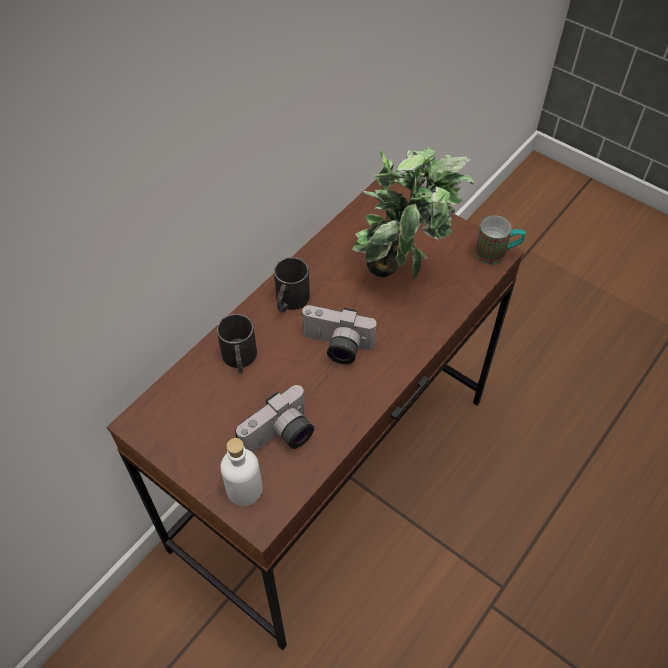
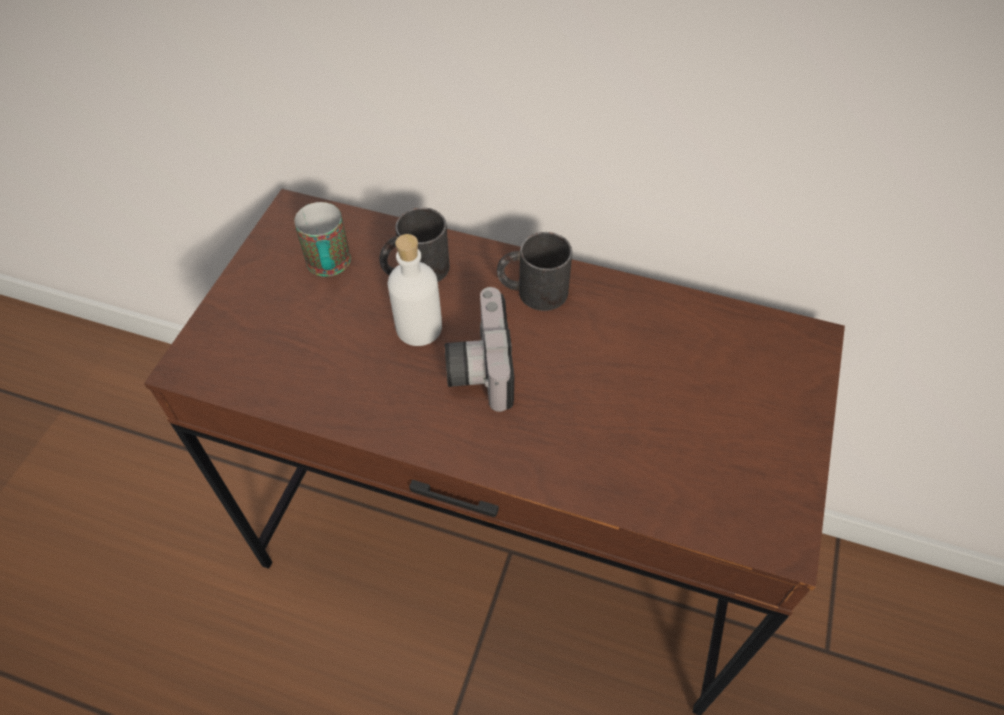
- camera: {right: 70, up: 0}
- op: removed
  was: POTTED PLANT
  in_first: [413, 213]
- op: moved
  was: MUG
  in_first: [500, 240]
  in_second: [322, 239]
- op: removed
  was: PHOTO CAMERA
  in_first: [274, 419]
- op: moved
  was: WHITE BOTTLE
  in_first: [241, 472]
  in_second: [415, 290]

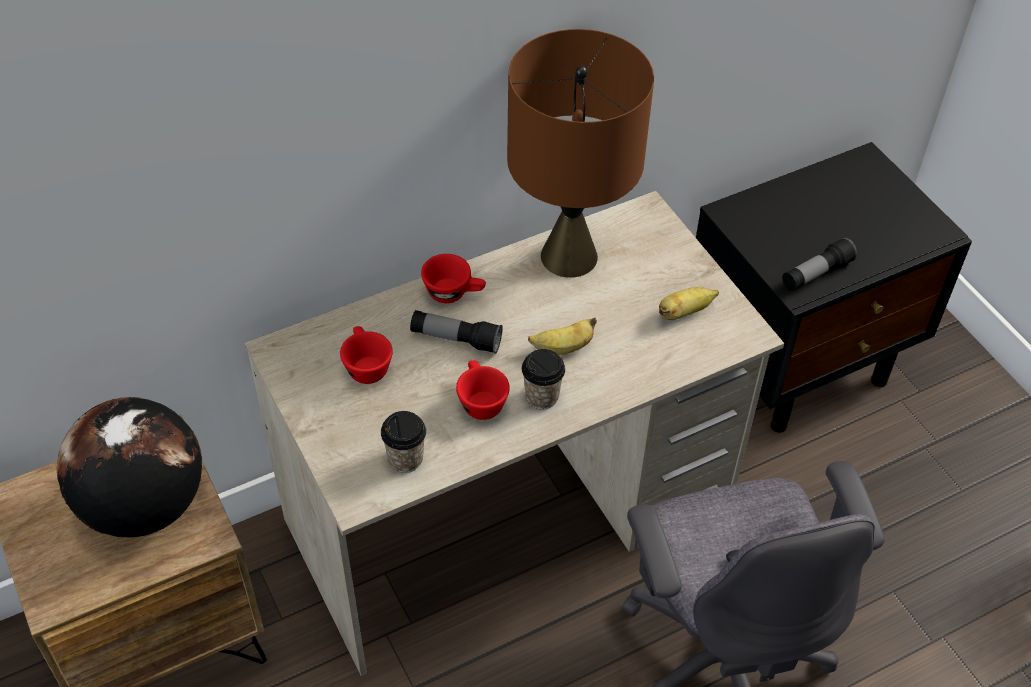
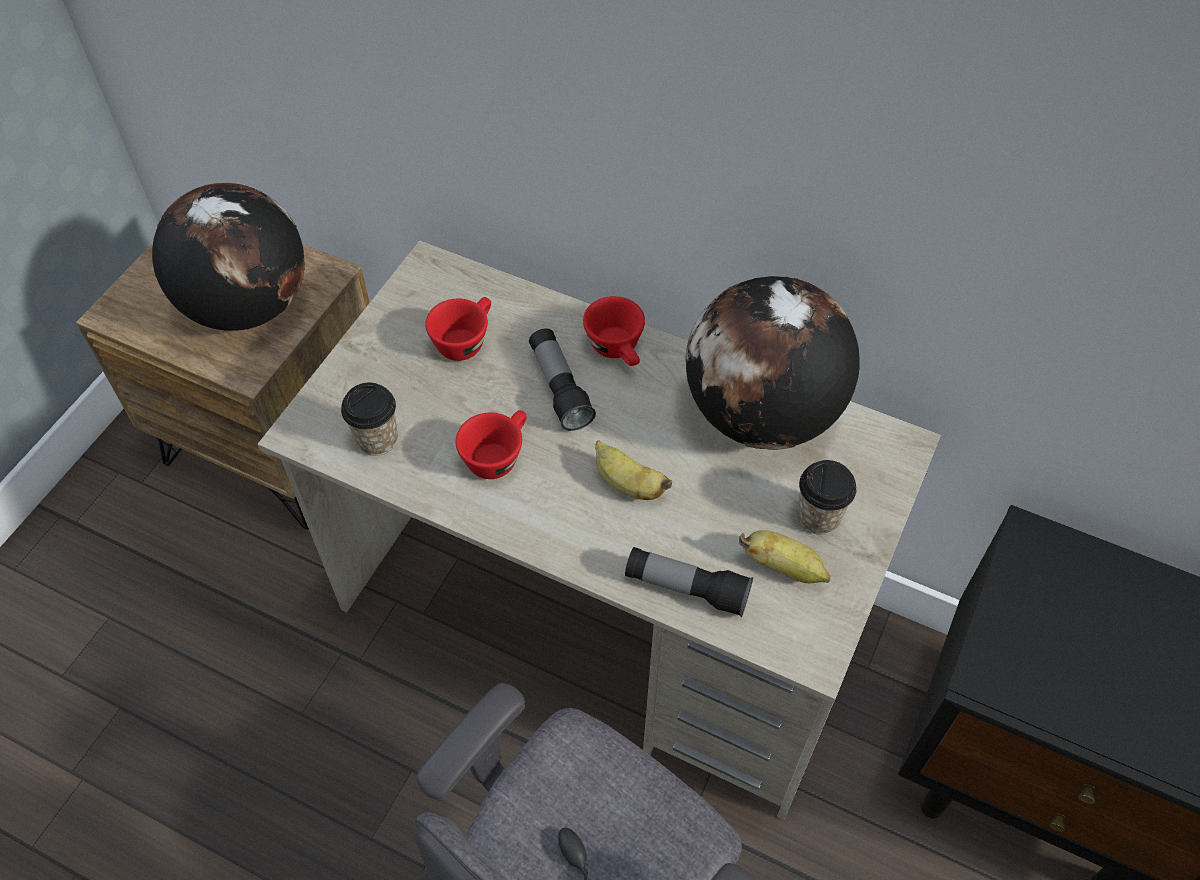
- camera: {right: 55, up: 5}
- op: replaced
  was: BROWN TABLE LAMP
  now: GLOBE
  in_first: [580, 153]
  in_second: [772, 363]
- op: moved
  was: FLASHLIGHT
  in_first: [820, 264]
  in_second: [689, 582]
- op: moved
  was: CUP
  in_first: [543, 379]
  in_second: [827, 497]

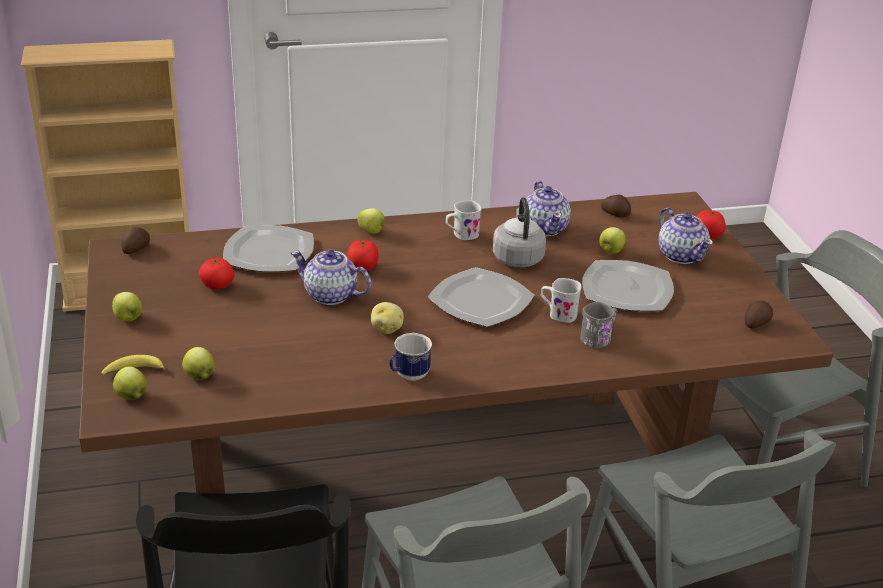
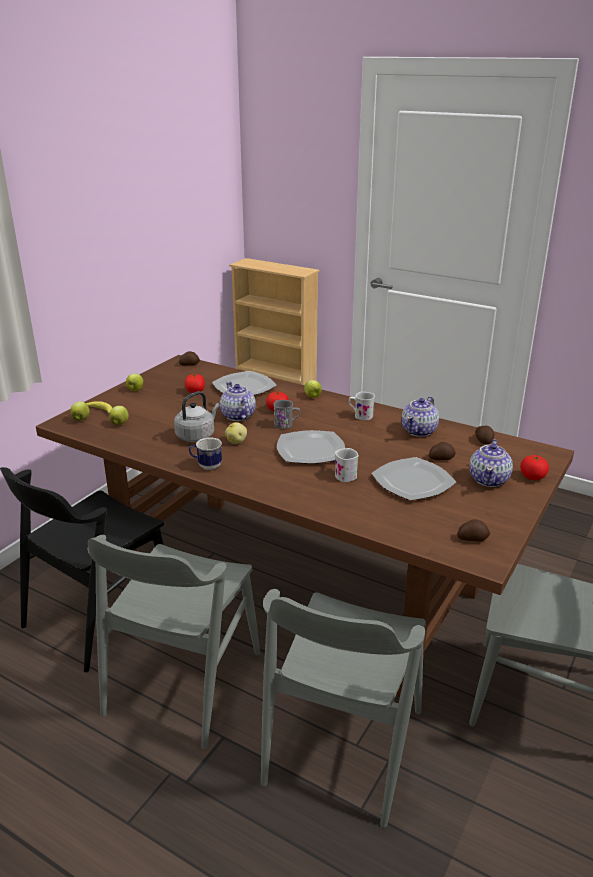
- camera: {right: 45, up: -5}
- op: moved
  was: GREY KETTLE
  in_first: [519, 232]
  in_second: [196, 416]
- op: replaced
  was: APPLE
  now: POTATO
  in_first: [612, 240]
  in_second: [442, 451]
- op: moved
  was: GREY MUG
  in_first: [599, 325]
  in_second: [286, 414]

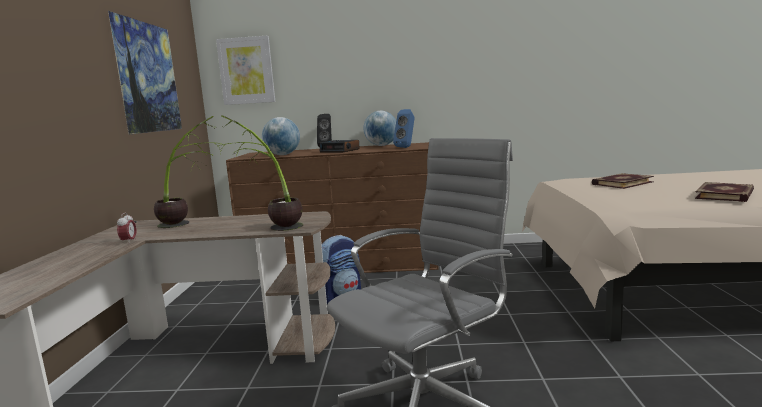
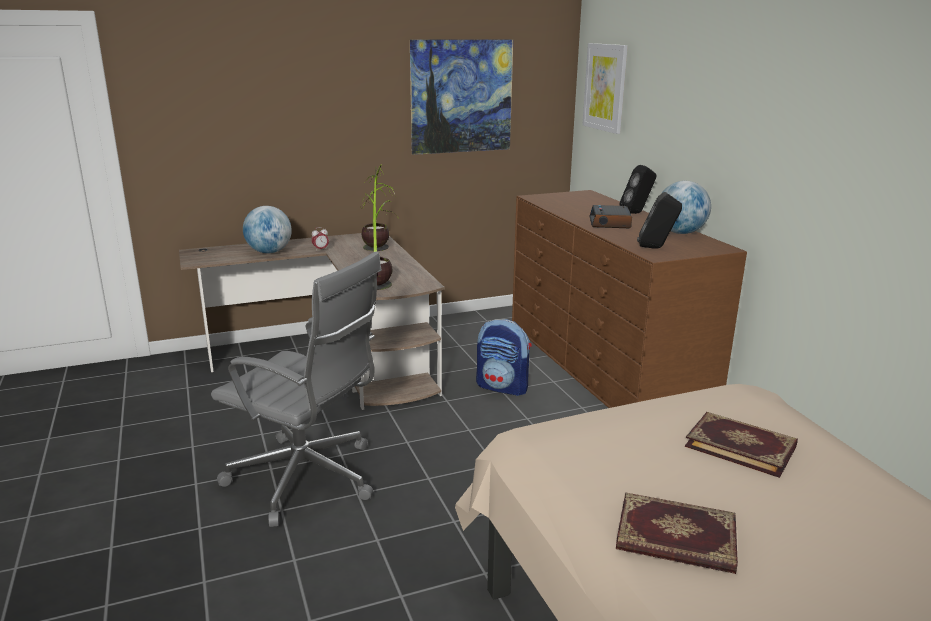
- camera: {right: 65, up: 10}
- op: recoloured
  was: BLUE SPEAKER
  now: BLACK SPEAKER
  in_first: [404, 128]
  in_second: [659, 220]
- op: moved
  was: GLOBE
  in_first: [281, 136]
  in_second: [267, 230]

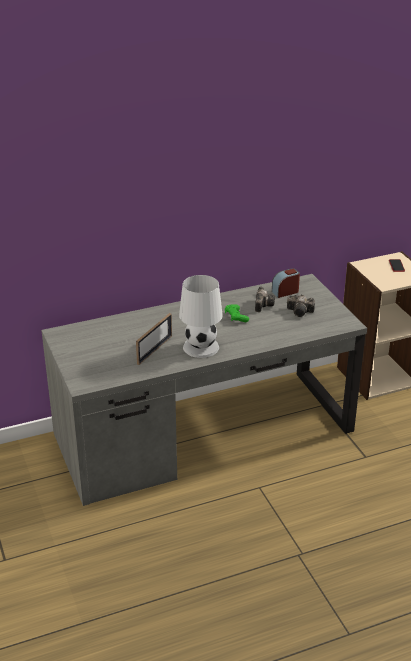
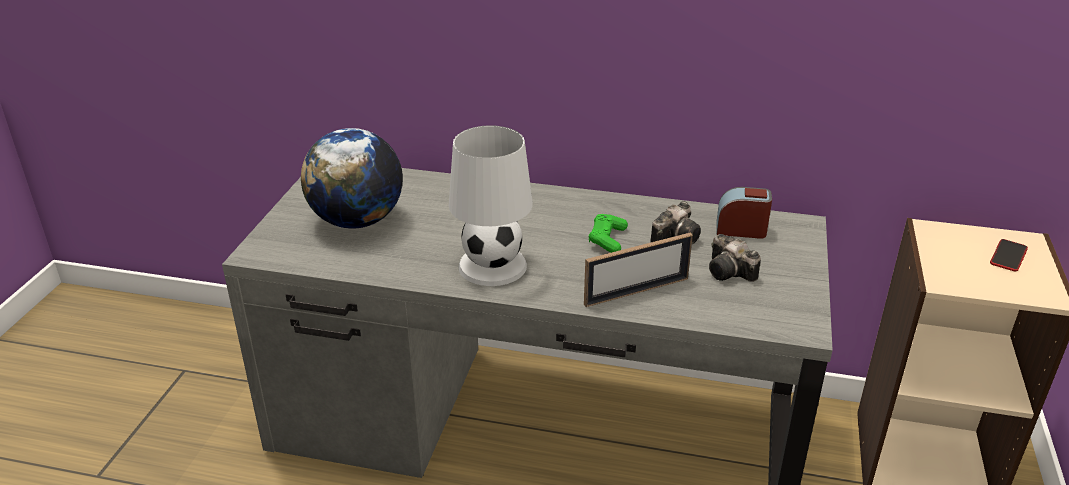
- camera: {right: 35, up: 0}
- op: moved
  was: PICTURE FRAME
  in_first: [154, 339]
  in_second: [638, 270]
- op: added
  now: GLOBE
  in_second: [352, 178]

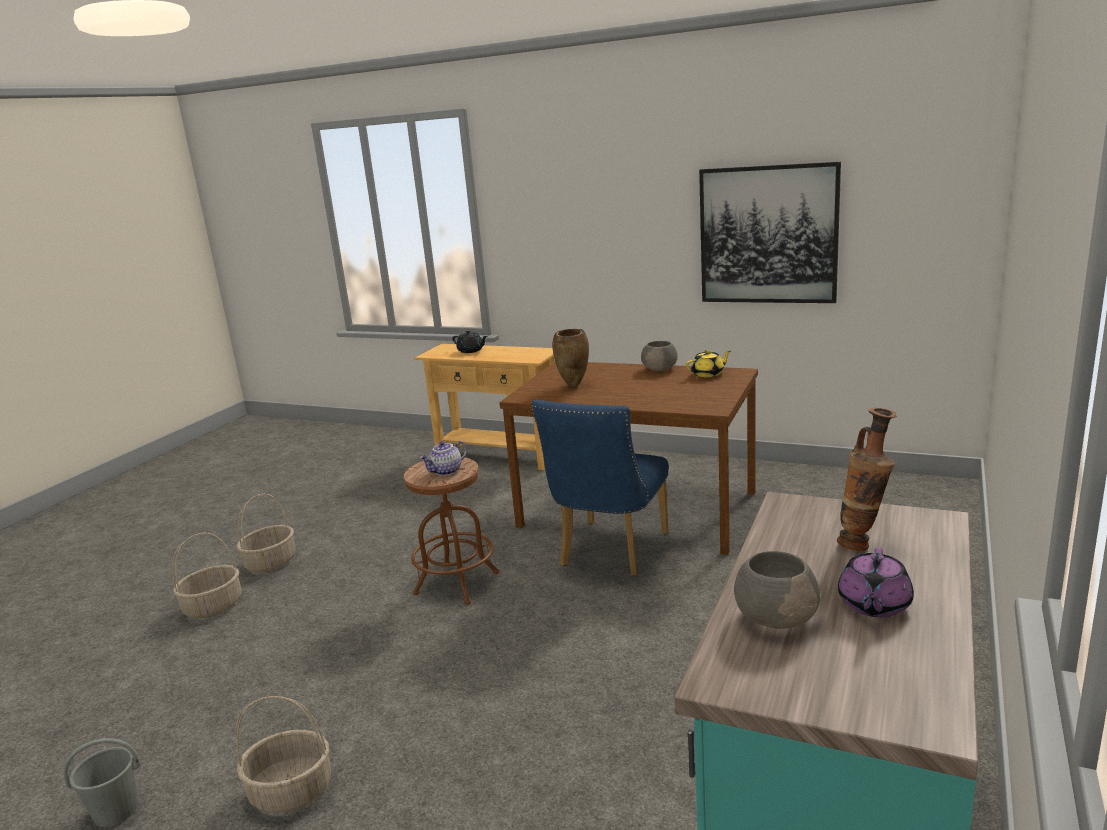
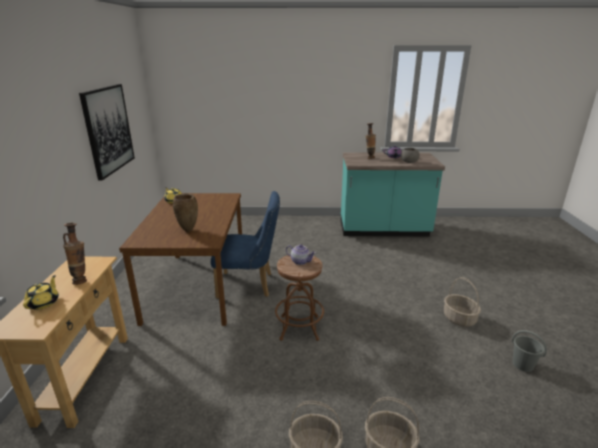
- camera: {right: -115, up: 5}
- op: recoloured
  was: BLACK TEAPOT
  now: YELLOW TEAPOT
  in_first: [469, 341]
  in_second: [41, 292]
- op: removed
  was: GREY BOWL
  in_first: [659, 356]
- op: added
  now: VASE
  in_second: [75, 253]

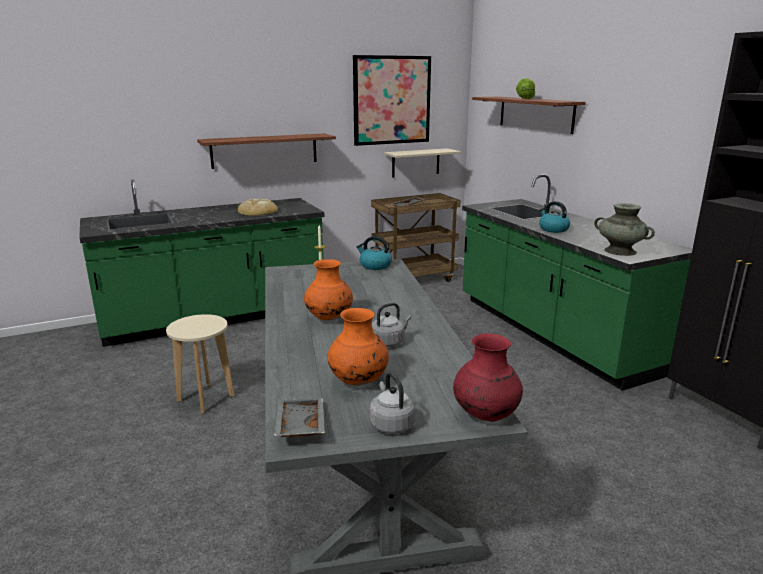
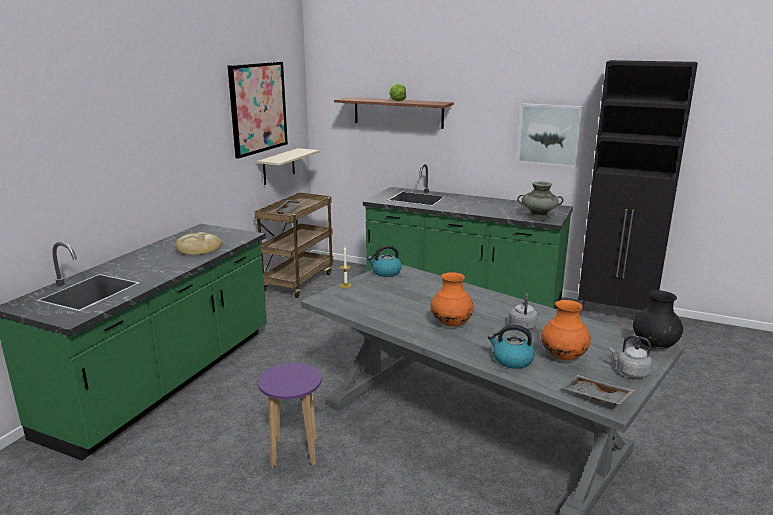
- camera: {right: -40, up: 0}
- op: removed
  was: SHELF
  in_first: [266, 151]
- op: moved
  was: KETTLE
  in_first: [554, 217]
  in_second: [511, 347]
- op: recoloured
  was: BEIGE STOOL
  now: PURPLE STOOL
  in_first: [200, 363]
  in_second: [290, 415]
- op: recoloured
  was: RED VASE
  now: BLACK VASE
  in_first: [488, 377]
  in_second: [658, 319]
- op: added
  now: PICTURE
  in_second: [550, 135]

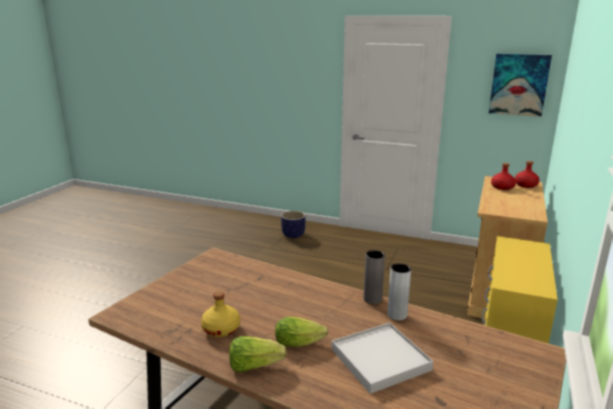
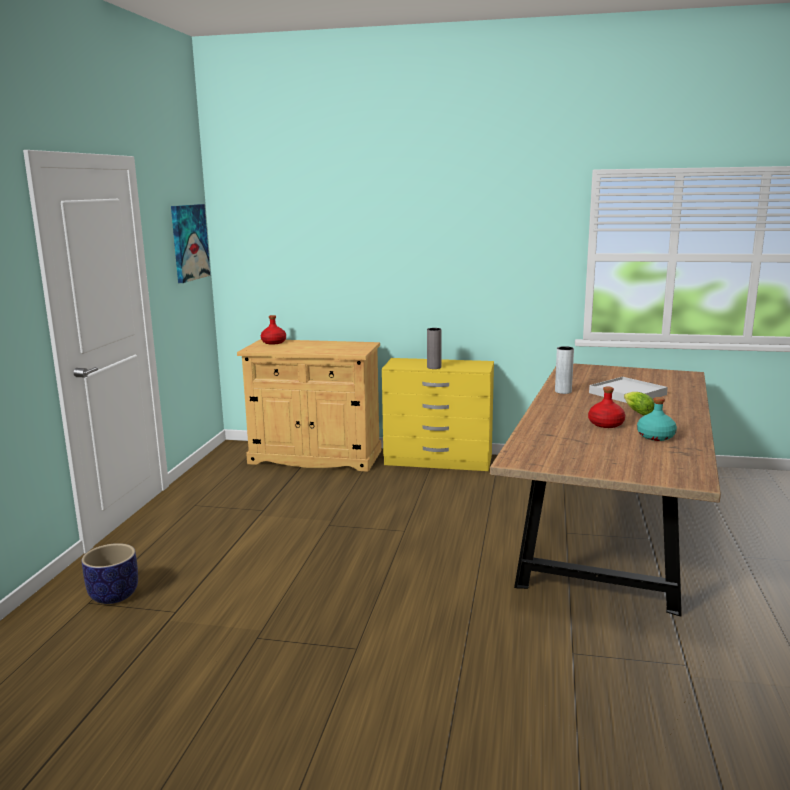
- camera: {right: -100, up: -5}
- op: moved
  was: RED BOTTLE
  in_first: [503, 176]
  in_second: [606, 407]
- op: moved
  was: GREY VASE
  in_first: [374, 277]
  in_second: [434, 348]
- op: recoloured
  was: YELLOW BOTTLE
  now: TURQUOISE BOTTLE
  in_first: [220, 314]
  in_second: [657, 419]
- op: removed
  was: LETTUCE
  in_first: [258, 354]

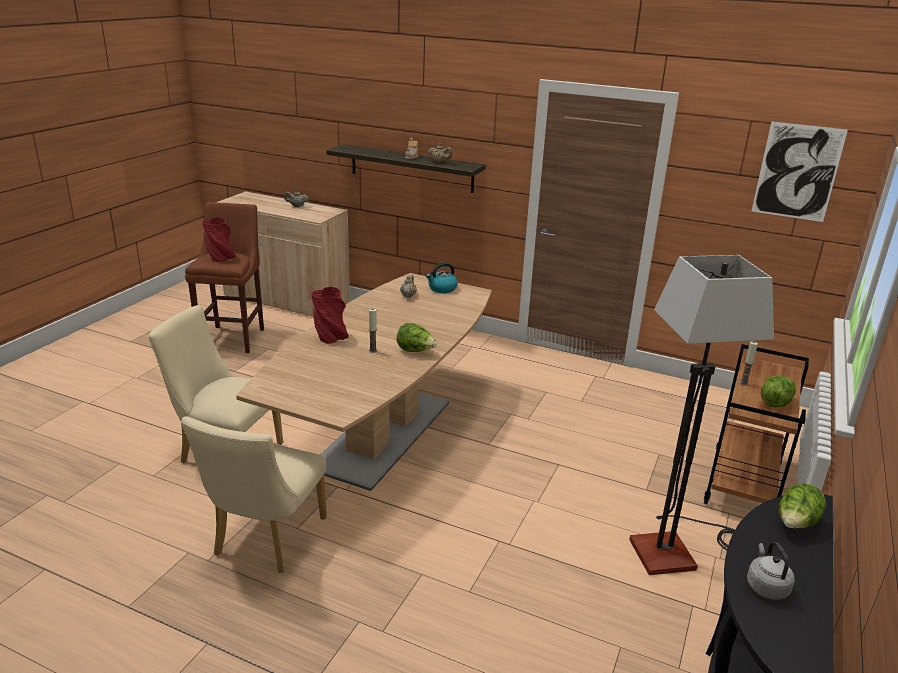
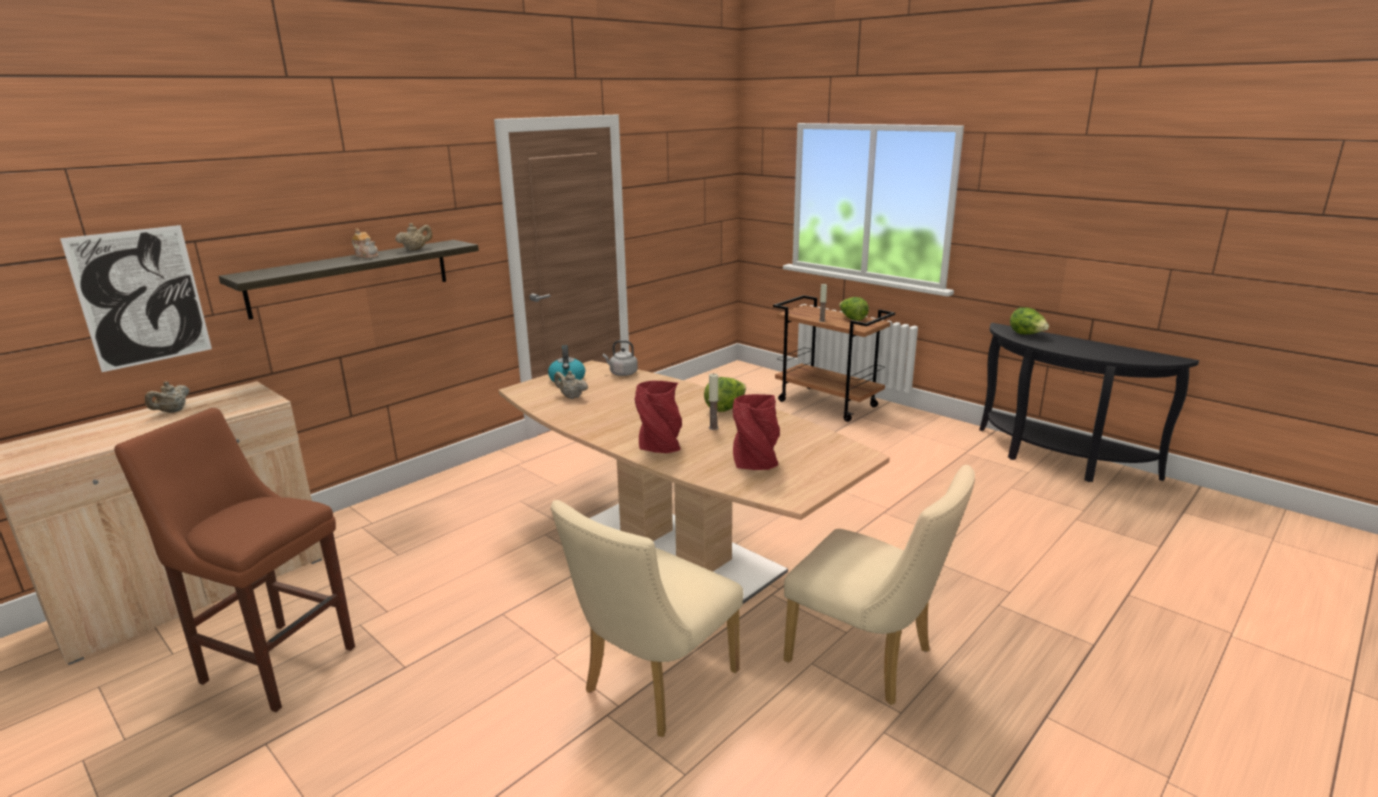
- camera: {right: -70, up: -5}
- op: moved
  was: PICTURE
  in_first: [800, 171]
  in_second: [136, 298]
- op: moved
  was: RED VASE
  in_first: [218, 239]
  in_second: [756, 432]
- op: removed
  was: FLOOR LAMP
  in_first: [701, 415]
- op: moved
  was: GREY KETTLE
  in_first: [771, 571]
  in_second: [620, 358]

